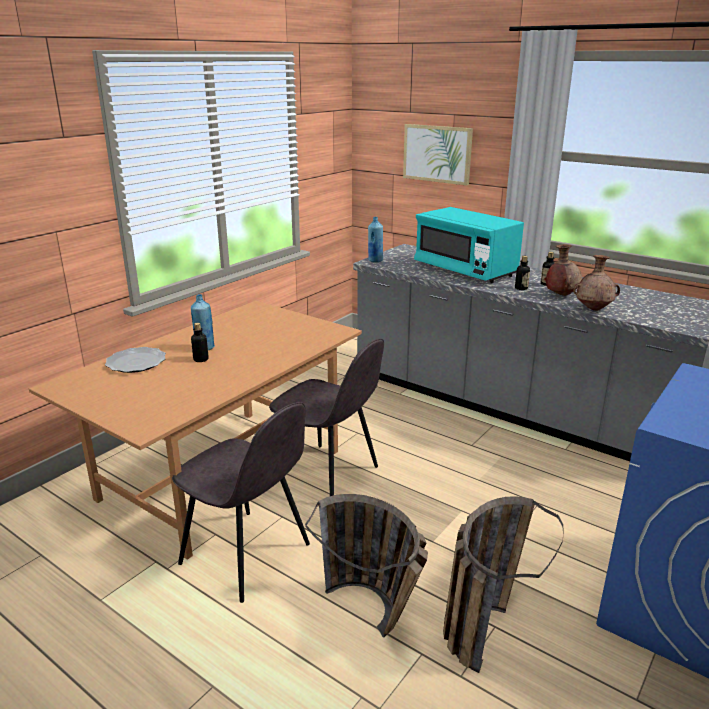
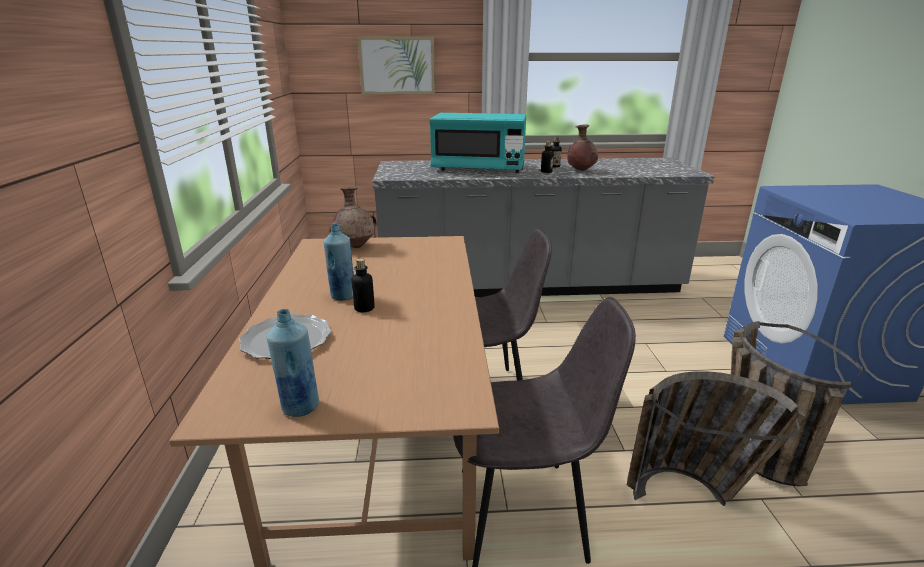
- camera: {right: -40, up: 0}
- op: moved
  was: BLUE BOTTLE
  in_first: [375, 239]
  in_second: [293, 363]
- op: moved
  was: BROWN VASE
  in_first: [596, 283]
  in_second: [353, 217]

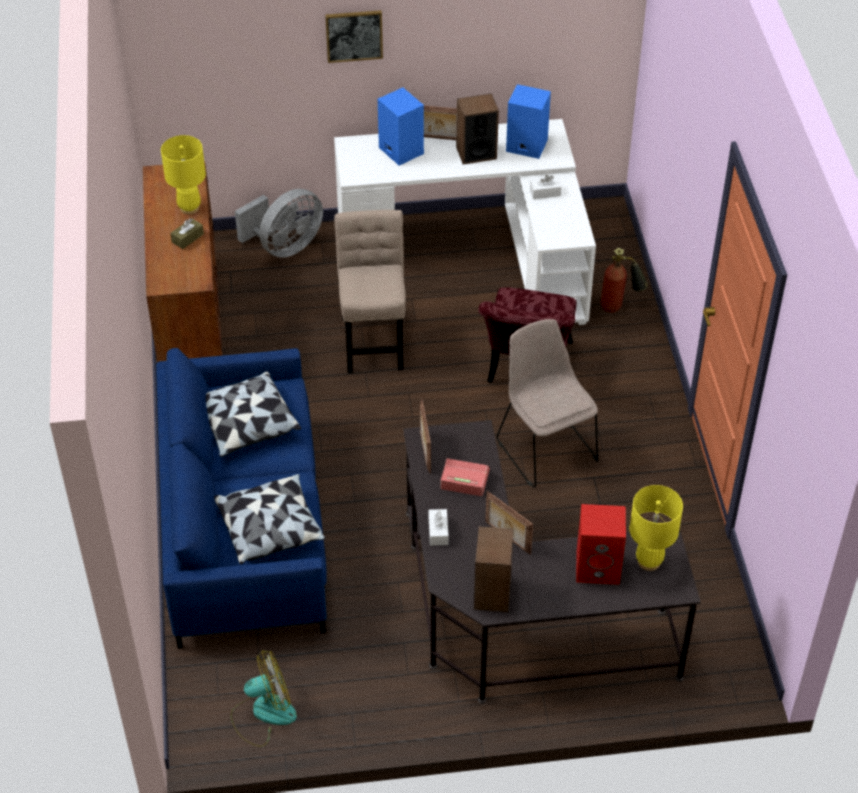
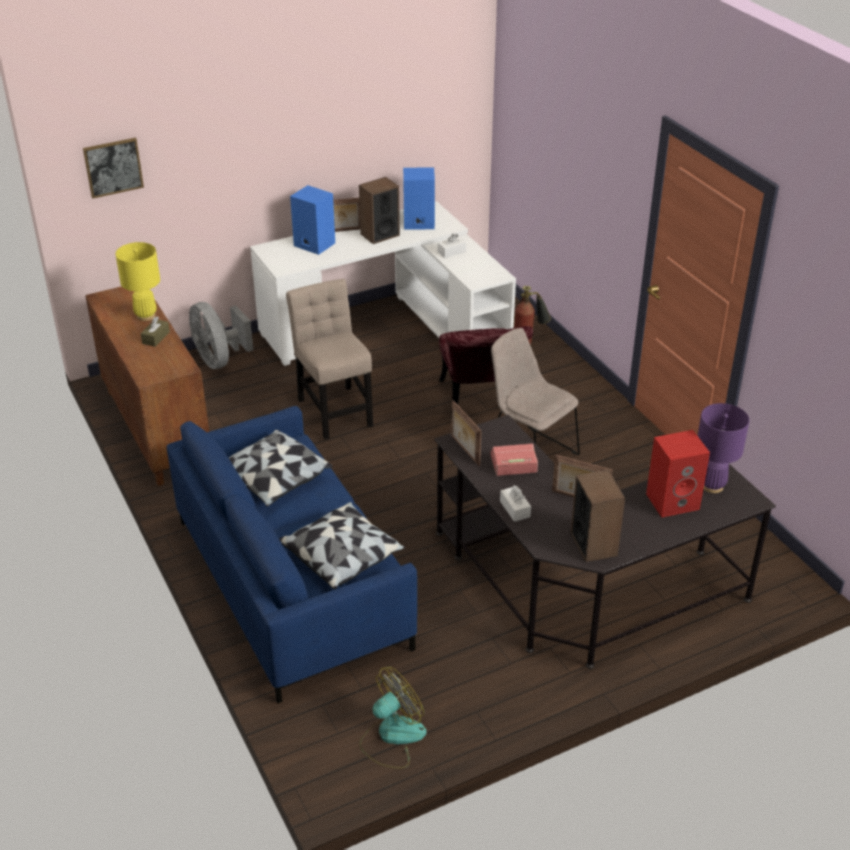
- camera: {right: -20, up: -10}
- op: moved
  was: PICTURE
  in_first: [354, 36]
  in_second: [113, 168]
- op: turned
  was: GREY FAN
  in_first: [279, 223]
  in_second: [221, 335]
  clockwise: 120
- op: recoloured
  was: YELLOW TABLE LAMP
  now: PURPLE TABLE LAMP
  in_first: [656, 528]
  in_second: [723, 448]

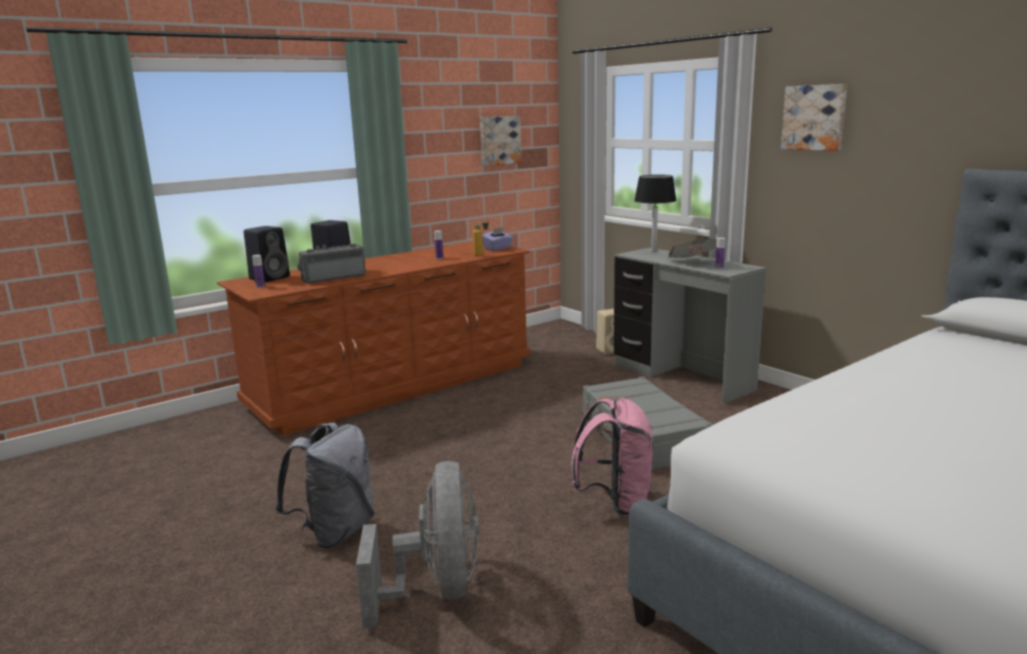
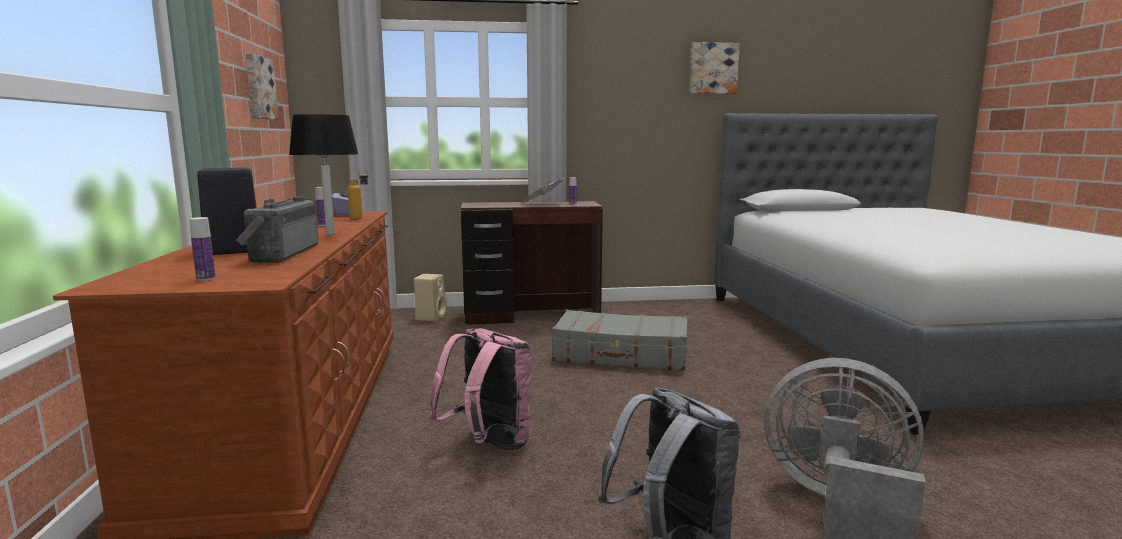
- camera: {right: -60, up: -5}
- op: moved
  was: PICTURE
  in_first: [814, 117]
  in_second: [714, 68]
- op: moved
  was: BLACK TABLE LAMP
  in_first: [655, 213]
  in_second: [324, 174]
- op: removed
  was: BLACK SPEAKER
  in_first: [267, 254]
- op: recoloured
  was: GREY DESK
  now: BROWN DESK
  in_first: [690, 326]
  in_second: [532, 263]
- op: moved
  was: PINK BACKPACK
  in_first: [612, 457]
  in_second: [480, 389]

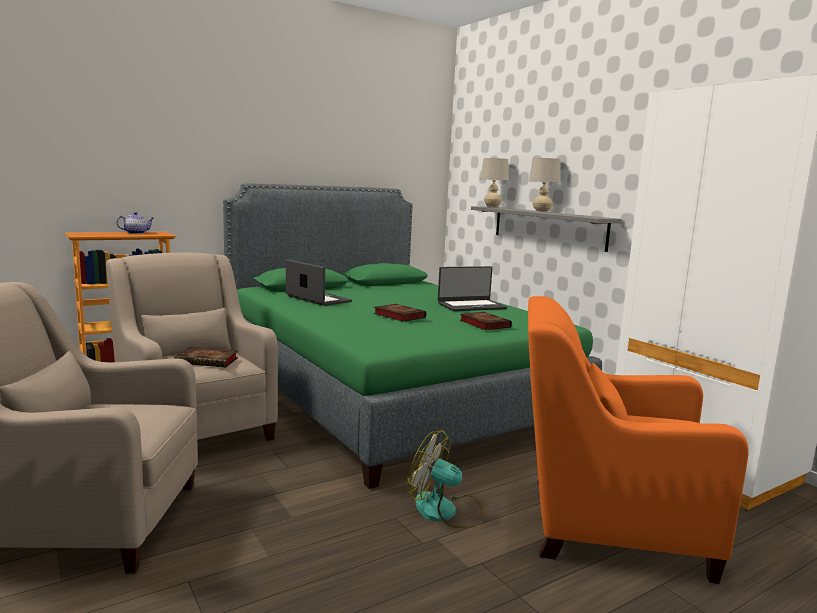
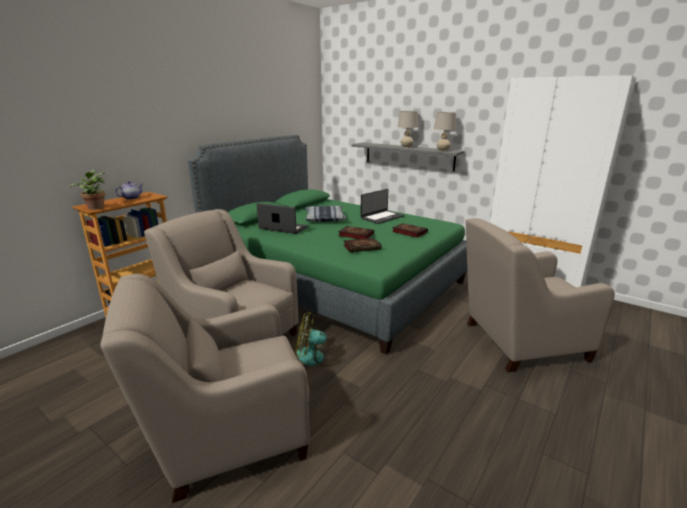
- camera: {right: -20, up: 10}
- op: moved
  was: BEIGE TABLE LAMP
  in_first: [494, 183]
  in_second: [445, 131]
- op: recoloured
  was: ORANGE ARMCHAIR
  now: BEIGE ARMCHAIR
  in_first: [638, 440]
  in_second: [540, 295]
- op: moved
  was: BOOK
  in_first: [206, 357]
  in_second: [362, 245]
- op: moved
  was: FAN
  in_first: [444, 479]
  in_second: [317, 339]
- op: added
  now: POTTED PLANT
  in_second: [87, 190]
- op: added
  now: PILLOW
  in_second: [326, 214]

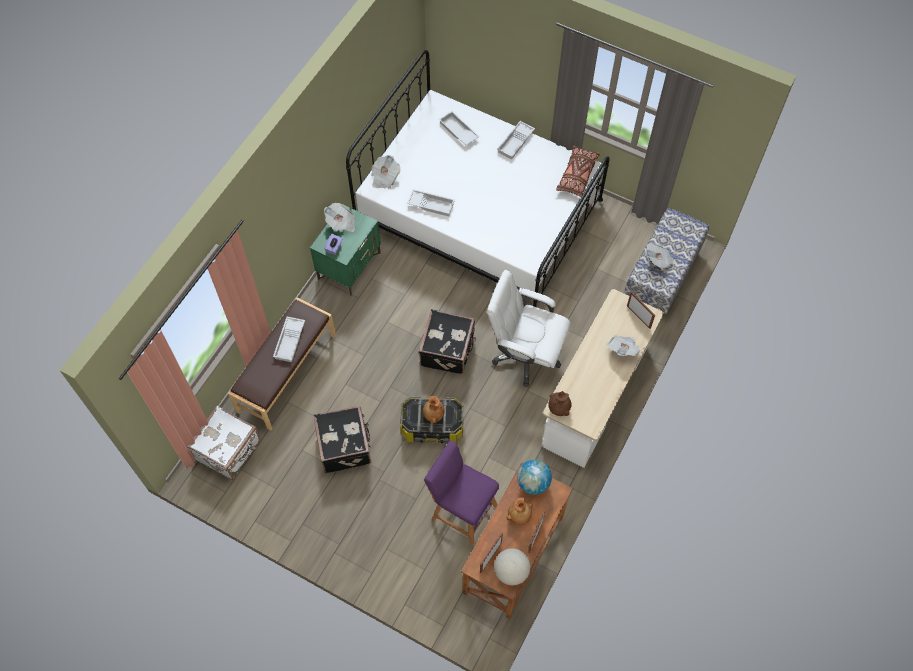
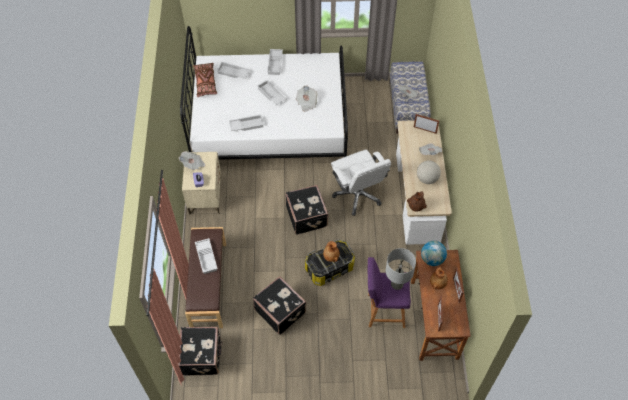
- camera: {right: -30, up: -5}
- op: moved
  was: BROWN PILLOW
  in_first: [578, 171]
  in_second: [205, 80]
- op: moved
  was: NEWSPAPER
  in_first: [385, 171]
  in_second: [306, 99]
- op: recoloured
  was: GREEN NIGHTSTAND
  now: BEIGE NIGHTSTAND
  in_first: [345, 250]
  in_second: [201, 183]
- op: turned
  was: WHITE OFFICE CHAIR
  in_first: [529, 328]
  in_second: [361, 183]
  clockwise: -105
- op: recoloured
  was: WHITE SUITCASE
  now: BLACK SUITCASE
  in_first: [224, 443]
  in_second: [200, 351]
- op: moved
  was: GLOBE
  in_first: [512, 566]
  in_second: [429, 172]
- op: added
  now: WHITE TRAY
  in_second: [272, 92]
- op: added
  now: GREY TABLE LAMP
  in_second: [401, 269]

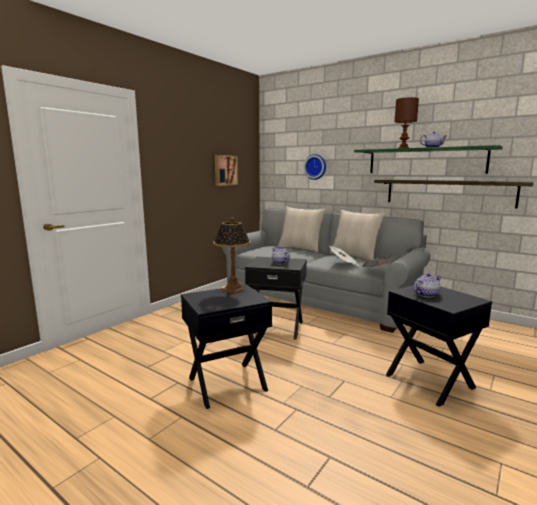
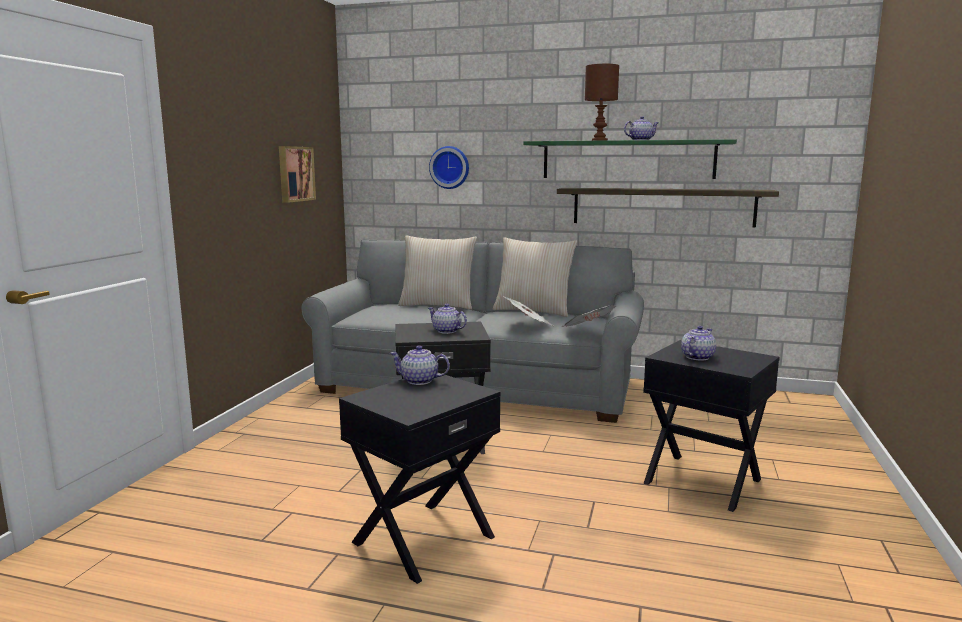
- camera: {right: -20, up: 0}
- op: replaced
  was: TABLE LAMP
  now: TEAPOT
  in_first: [232, 255]
  in_second: [419, 365]

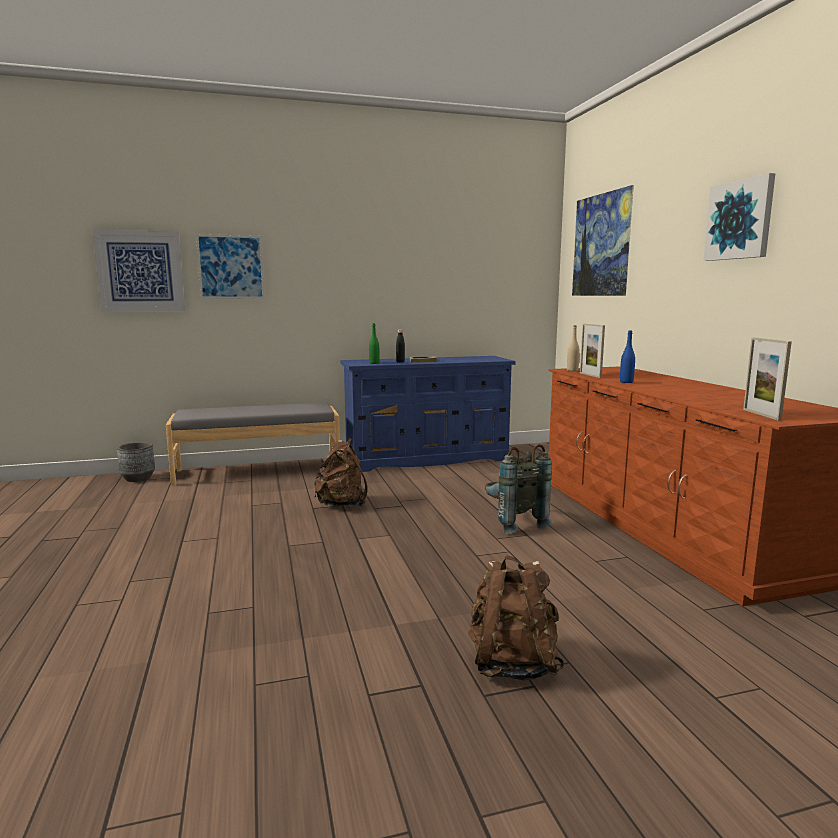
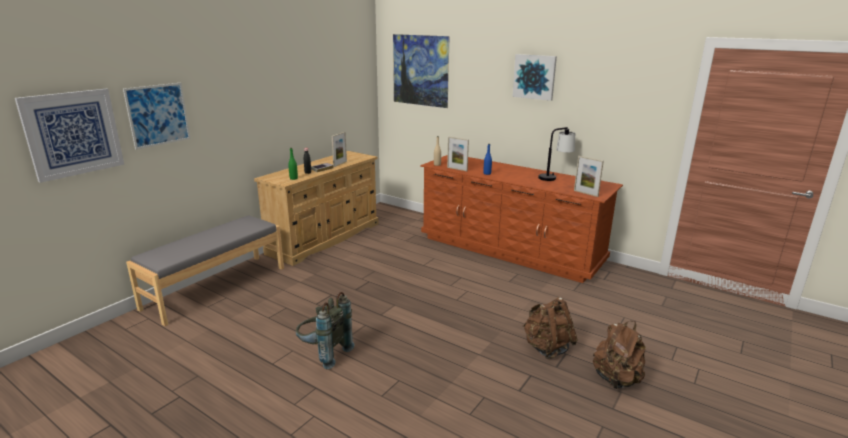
- camera: {right: -40, up: 10}
- op: recoloured
  was: BLUE DRESSER
  now: BEIGE DRESSER
  in_first: [427, 414]
  in_second: [316, 208]
- op: moved
  was: BROWN BACKPACK
  in_first: [340, 472]
  in_second: [619, 355]
- op: removed
  was: GREY PLANTER
  in_first: [136, 462]
- op: moved
  was: GREY BACKPACK
  in_first: [518, 489]
  in_second: [325, 330]
- op: added
  now: TABLE LAMP
  in_second: [556, 154]
- op: added
  now: PICTURE FRAME
  in_second: [339, 149]

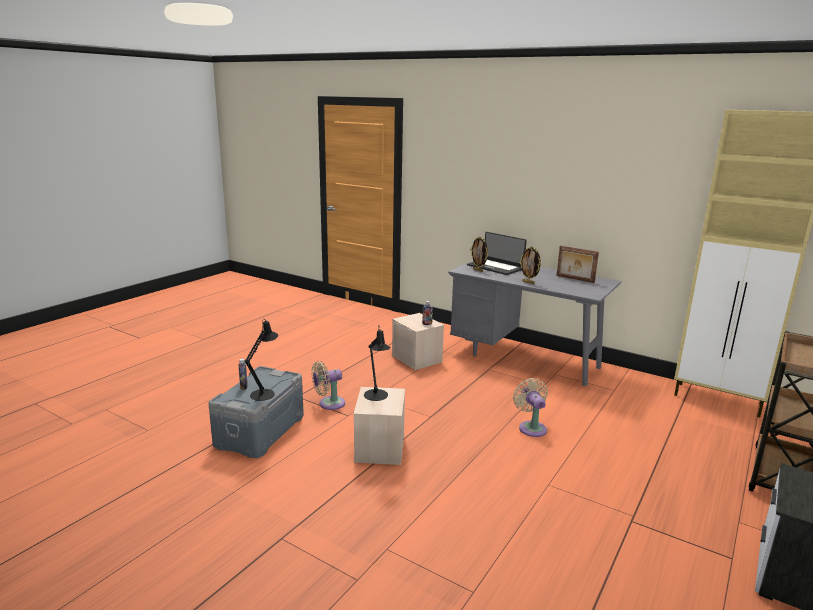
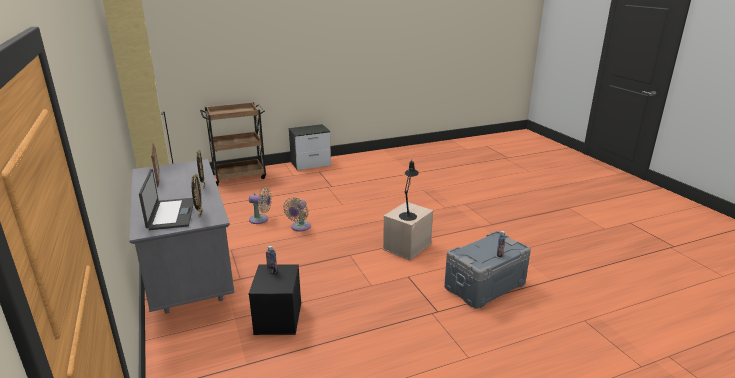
- camera: {right: -145, up: 5}
- op: recoloured
  was: BEIGE STORAGE BOX
  now: BLACK STORAGE BOX
  in_first: [418, 341]
  in_second: [275, 299]
- op: removed
  was: BLACK TABLE LAMP
  in_first: [261, 360]
- op: moved
  was: BEIGE FAN
  in_first: [328, 385]
  in_second: [260, 205]

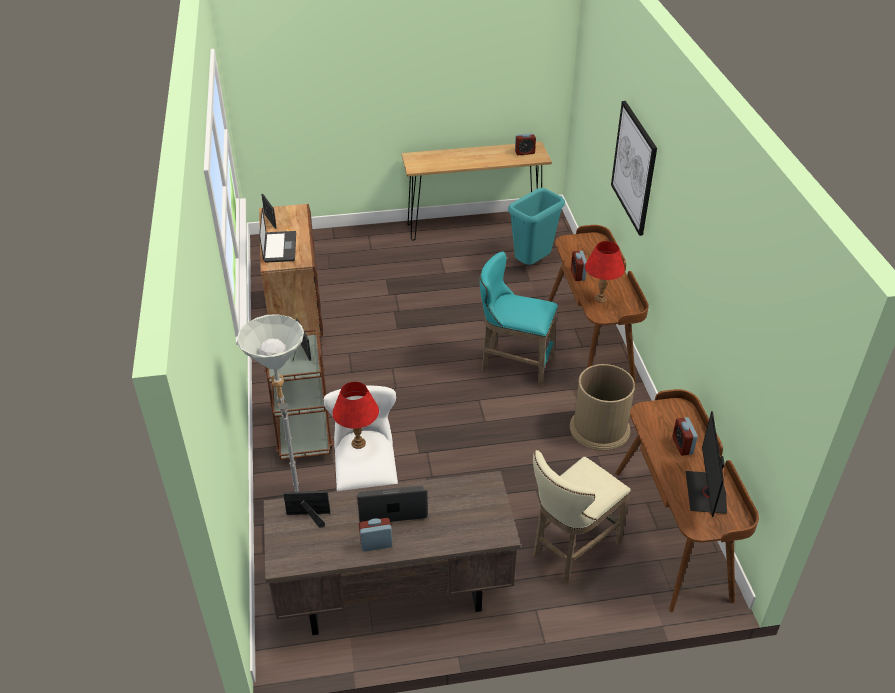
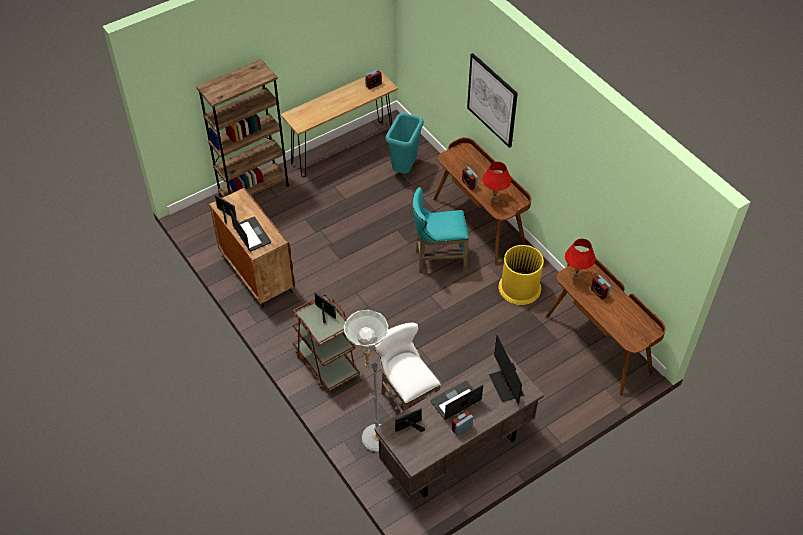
- camera: {right: -25, up: 10}
- op: recoloured
  was: BROWN TRASH CAN
  now: YELLOW TRASH CAN
  in_first: [602, 407]
  in_second: [521, 275]
- op: moved
  was: RED TABLE LAMP
  in_first: [355, 415]
  in_second: [580, 259]
- op: moved
  was: MONITOR
  in_first: [706, 464]
  in_second: [506, 369]
- op: removed
  was: BEIGE STOOL
  in_first: [582, 516]
- op: added
  now: BROWN BOOKCASE
  in_second: [242, 128]

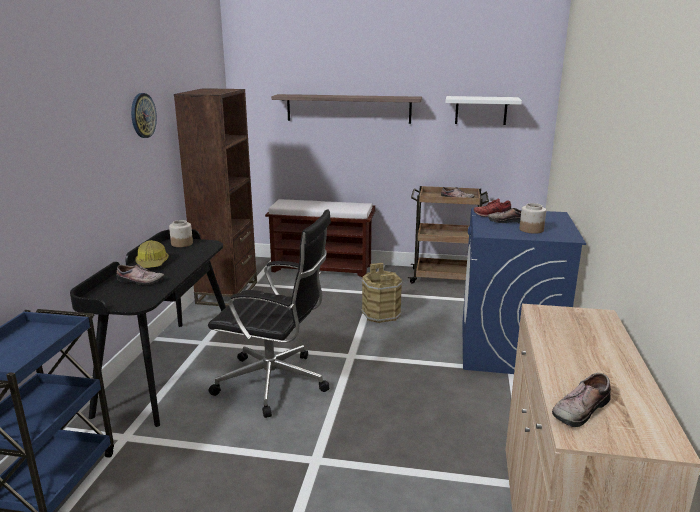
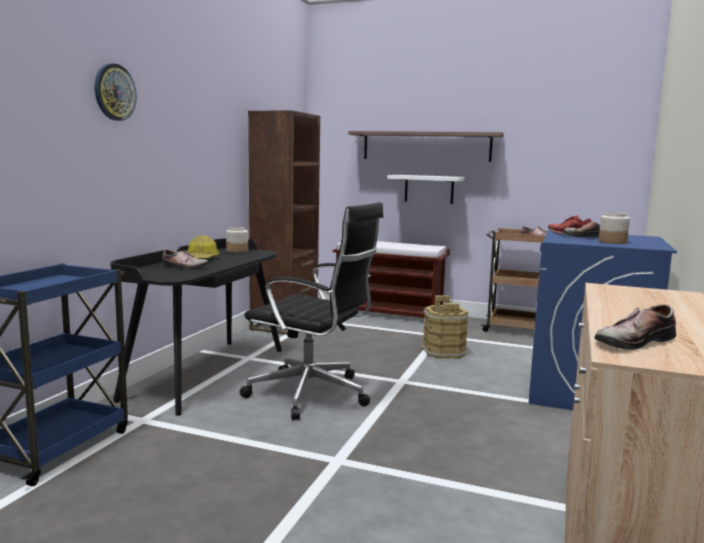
- camera: {right: 10, up: -10}
- op: moved
  was: WALL CLOCK
  in_first: [144, 115]
  in_second: [116, 92]
- op: moved
  was: WHITE SHELF
  in_first: [484, 110]
  in_second: [425, 189]

